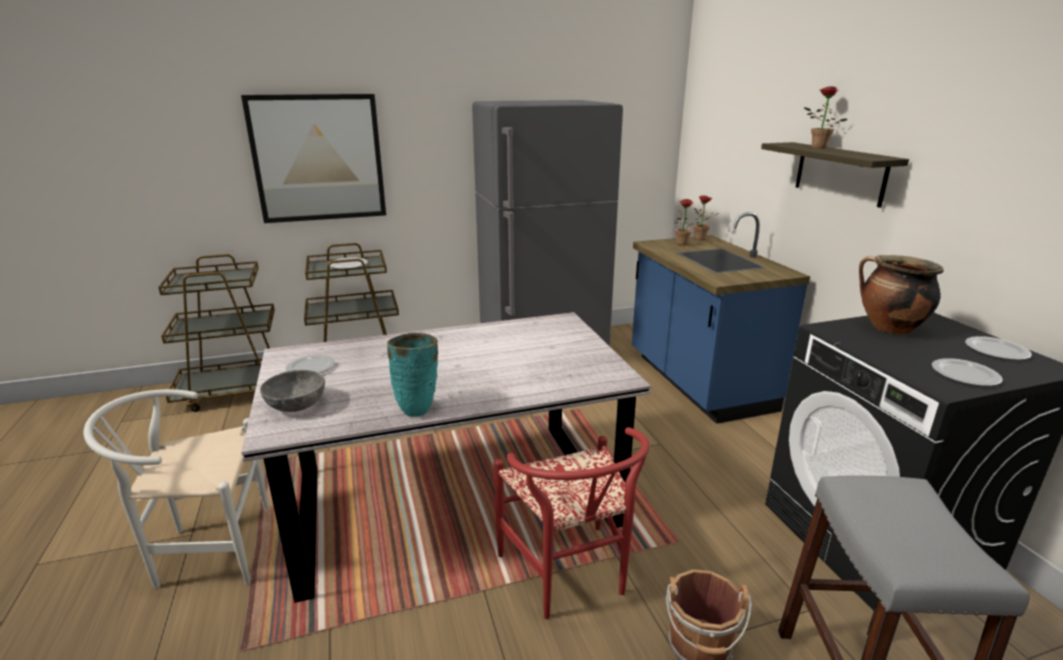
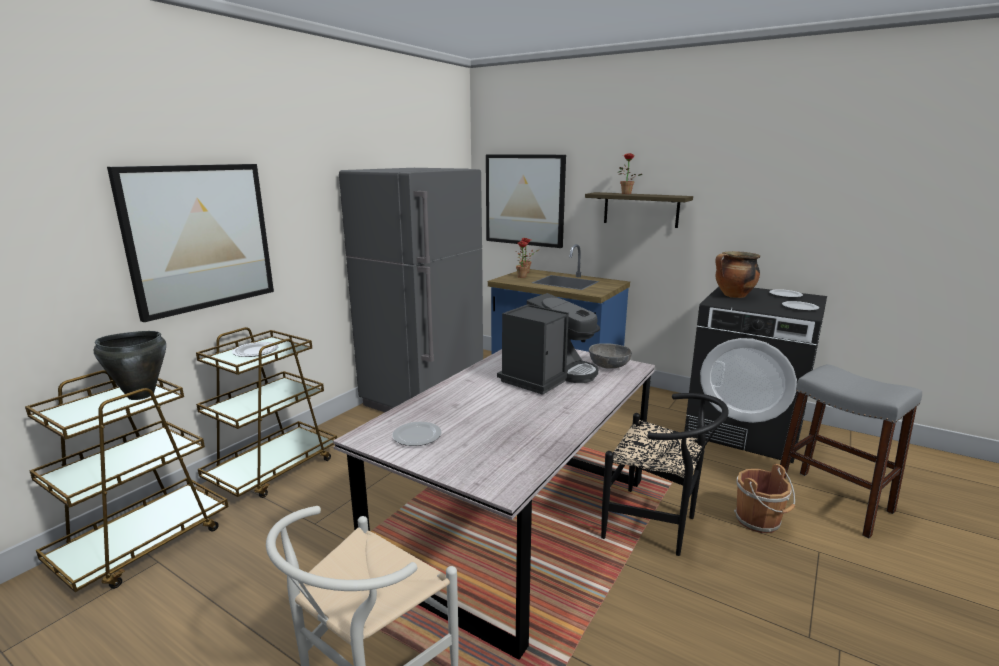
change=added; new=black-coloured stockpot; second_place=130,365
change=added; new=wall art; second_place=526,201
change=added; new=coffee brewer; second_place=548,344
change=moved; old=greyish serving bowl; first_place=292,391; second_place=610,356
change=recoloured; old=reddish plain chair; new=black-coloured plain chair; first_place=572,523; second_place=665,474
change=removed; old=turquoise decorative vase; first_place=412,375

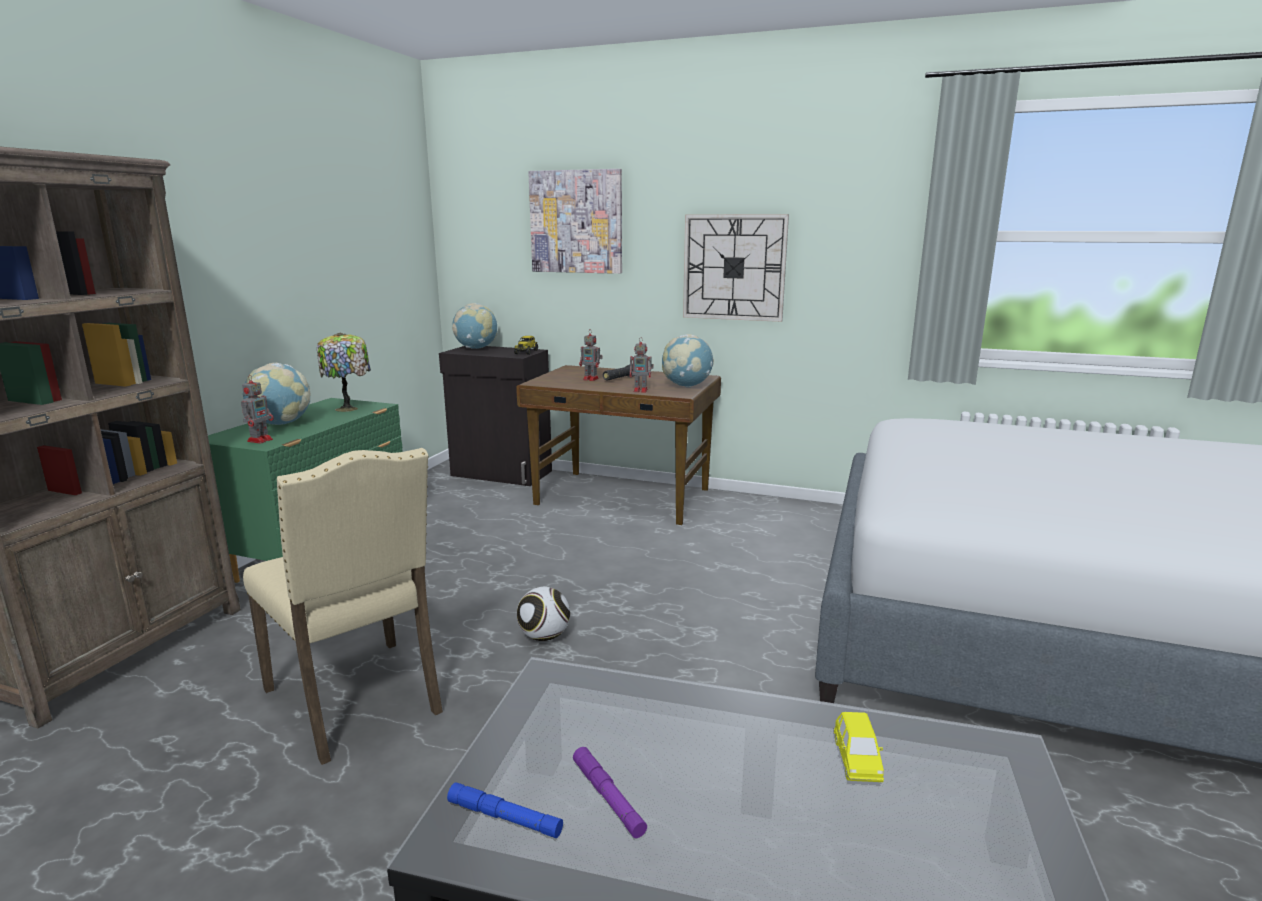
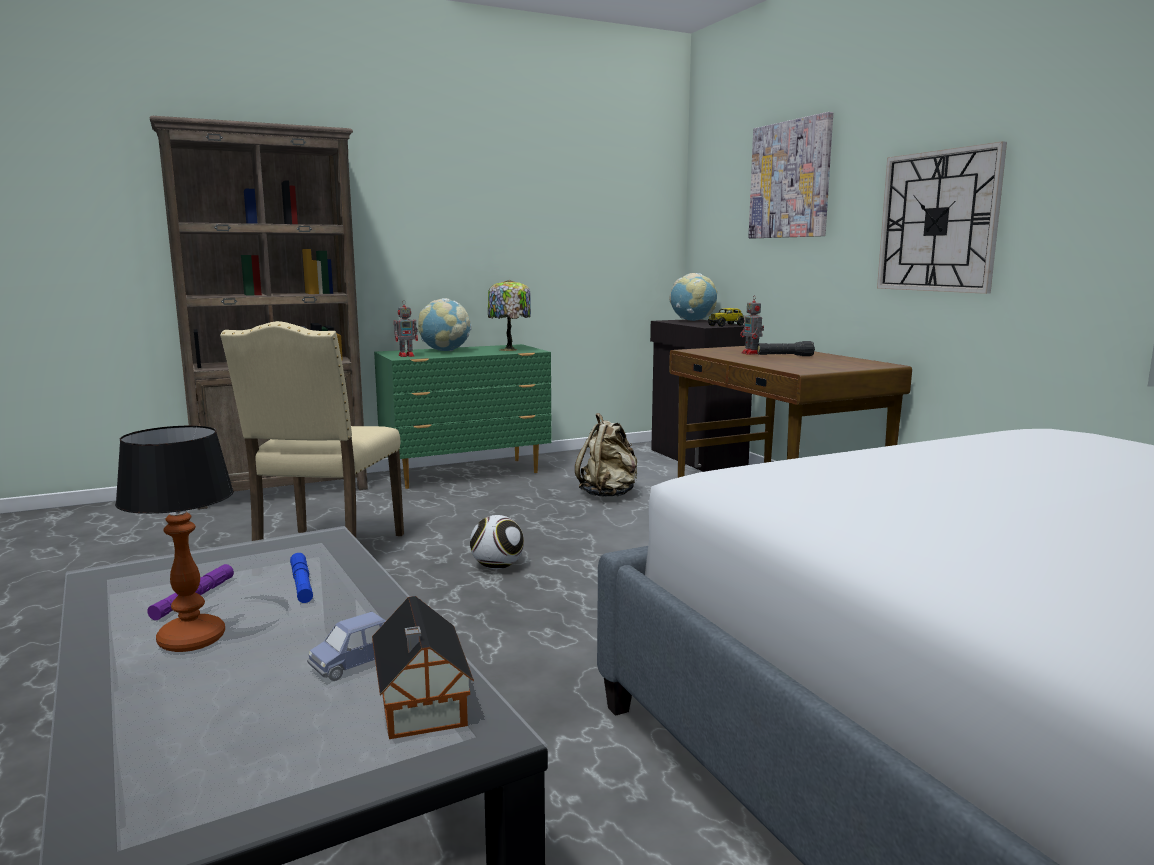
change=added; new=tabletop lamp; second_place=174,539
change=moved; old=blue torch; first_place=505,810; second_place=301,578
change=recoloured; old=yellowish toy car; new=blue toy car; first_place=859,747; second_place=346,646
change=added; new=miniature house; second_place=423,667
change=added; new=beige-coloured backpack; second_place=606,455
change=removed; old=model robot; first_place=642,365
change=removed; old=world globe; first_place=688,360

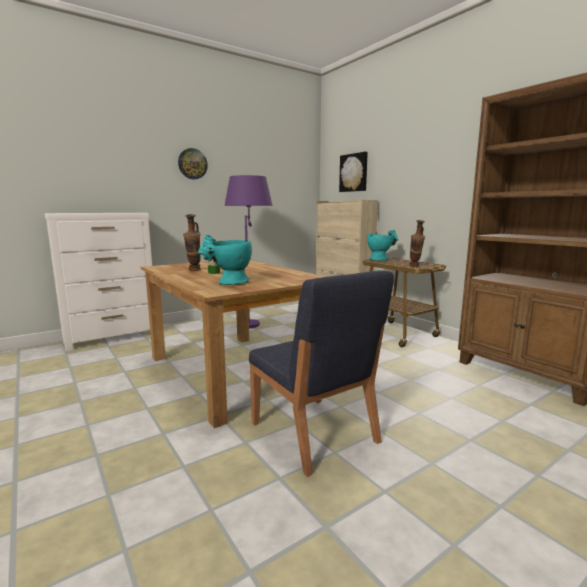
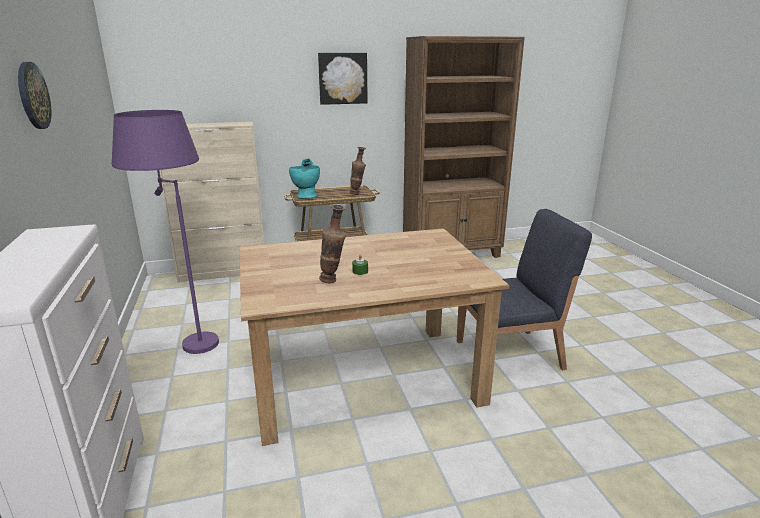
change=moved; old=wall art; first_place=353,172; second_place=343,79
change=removed; old=turquoise decorative vase; first_place=225,260

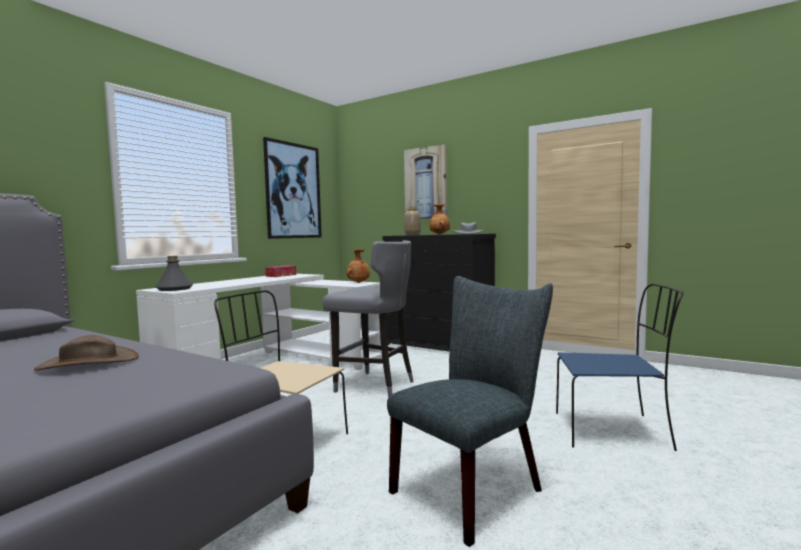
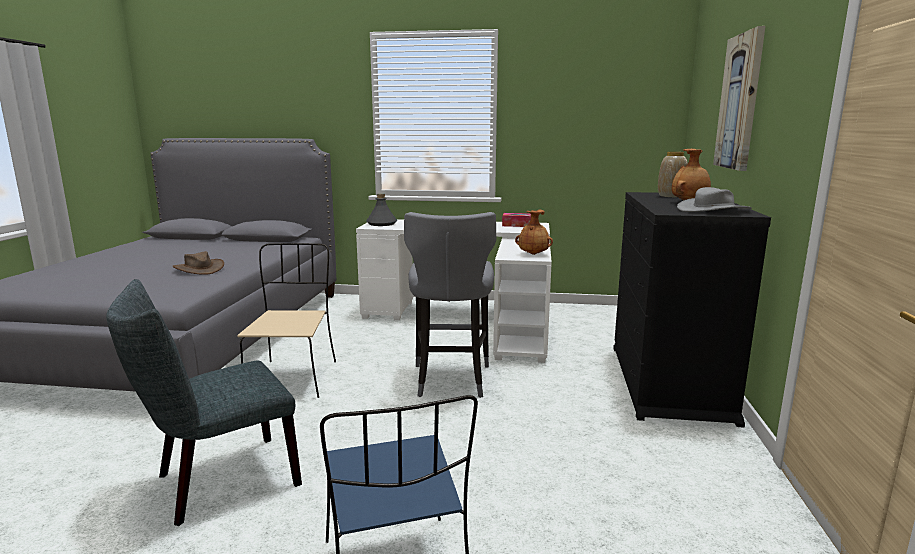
change=turned; old=greyish plain chair; first_place=470,411; second_place=204,402; degrees=120
change=removed; old=wall art; first_place=292,188

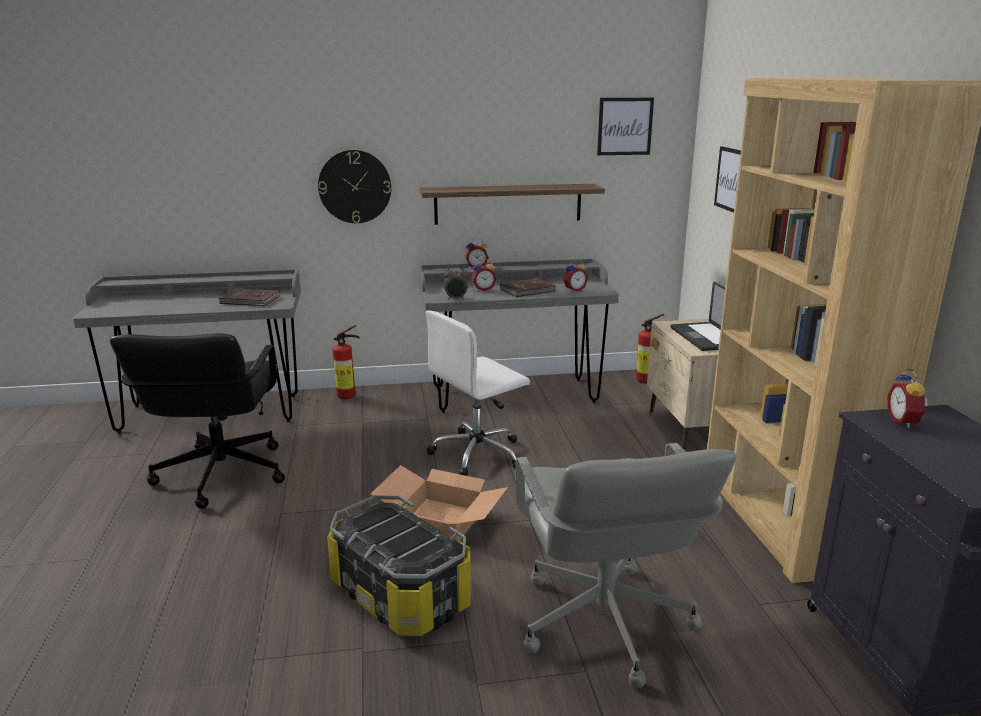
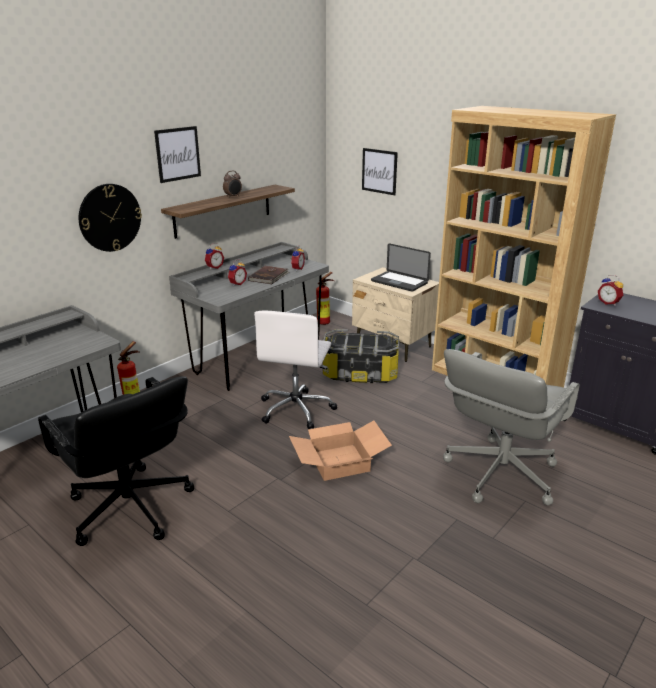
change=moved; old=wall art; first_place=625,126; second_place=177,154
change=moved; old=table clock; first_place=456,282; second_place=232,184
change=moved; old=storage bin; first_place=399,565; second_place=361,356
change=turned; old=greyish desk chair; first_place=625,565; second_place=511,427; degrees=90
change=removed; old=brown-coloured book; first_place=249,297

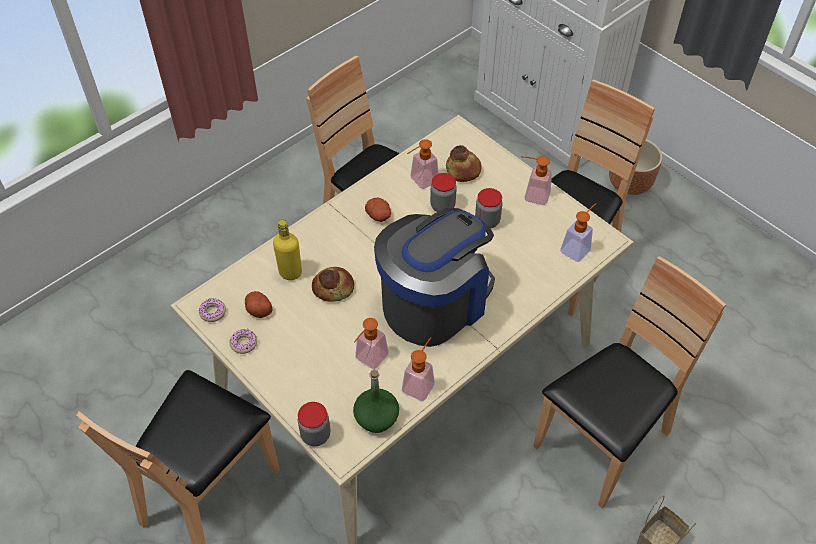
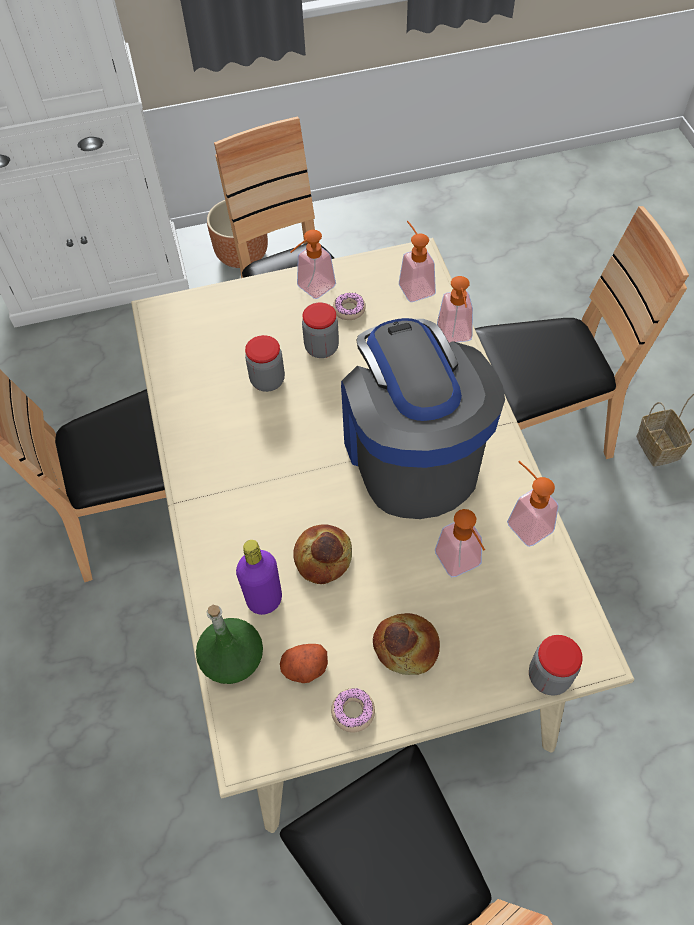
change=moved; old=green beverage bottle; first_place=376,401; second_place=229,644
change=recoloured; old=yellowish beverage bottle; new=purple-coloured beverage bottle; first_place=287,250; second_place=259,577
change=moved; old=ring doughnut; first_place=212,310; second_place=349,306
change=moved; old=bread; first_place=464,163; second_place=406,644
change=moved; old=liquid soap bottle; first_place=423,164; second_place=455,309
change=turned; old=brown-coloured plain chair; first_place=629,382; second_place=582,332; degrees=90
change=removed; old=whole potato; first_place=378,210

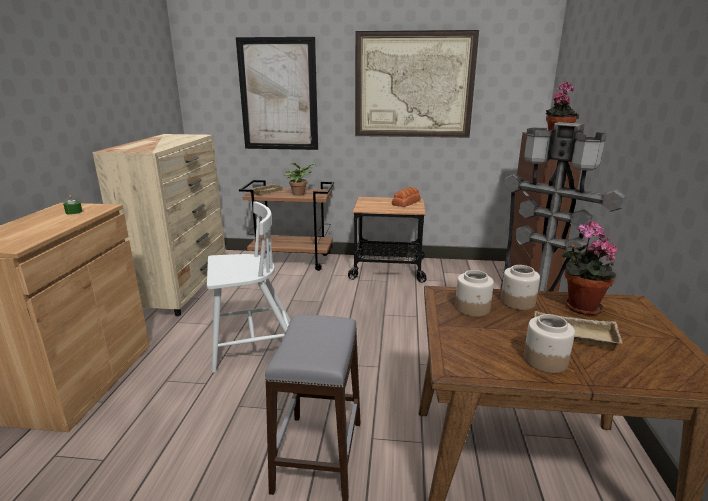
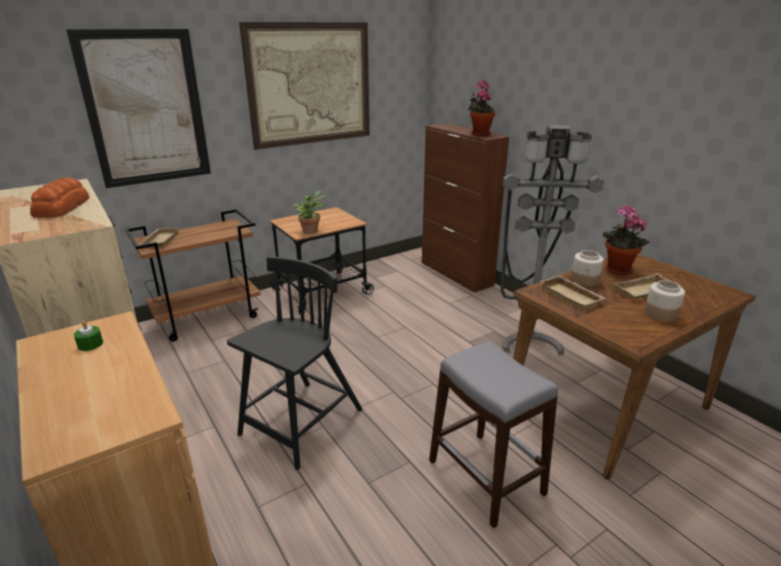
change=moved; old=bread; first_place=406,197; second_place=59,198
change=recoloured; old=whitish plain chair; new=black-coloured plain chair; first_place=248,287; second_place=294,363
change=moved; old=houseplant; first_place=299,179; second_place=308,212
change=replaced; old=jar; new=beige-coloured serving tray; first_place=474,293; second_place=573,293

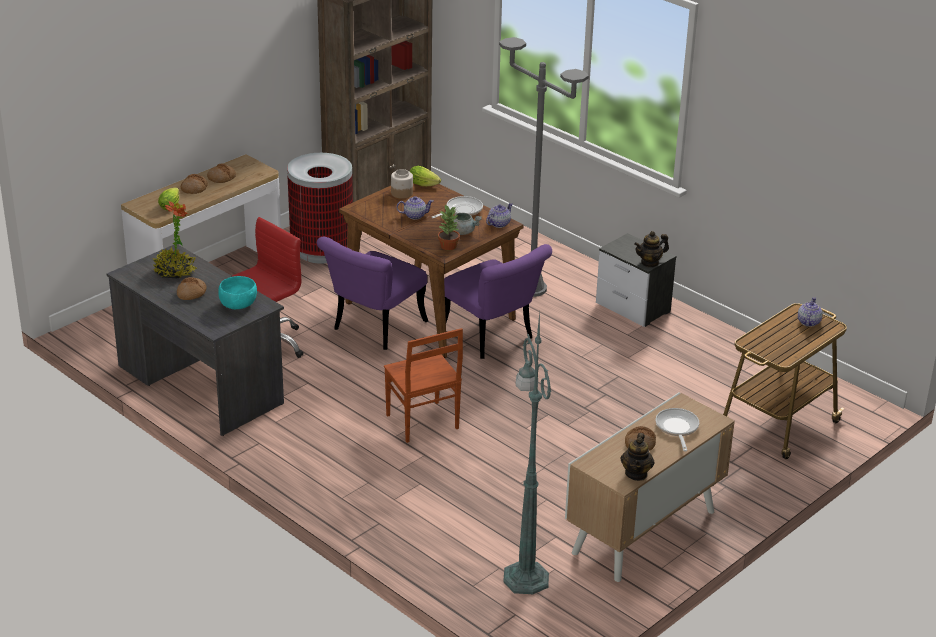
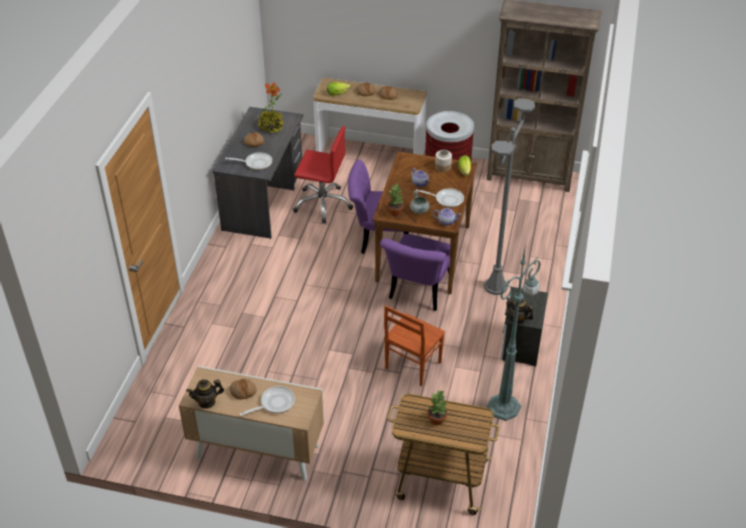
change=replaced; old=turquoise serving bowl; new=pan; first_place=237,292; second_place=248,161
change=moved; old=brown-coloured plain chair; first_place=423,385; second_place=414,345
change=added; new=houseplant; second_place=437,408
change=moved; old=green floor lamp; first_place=527,453; second_place=514,332
change=removed; old=tea pot; first_place=810,312

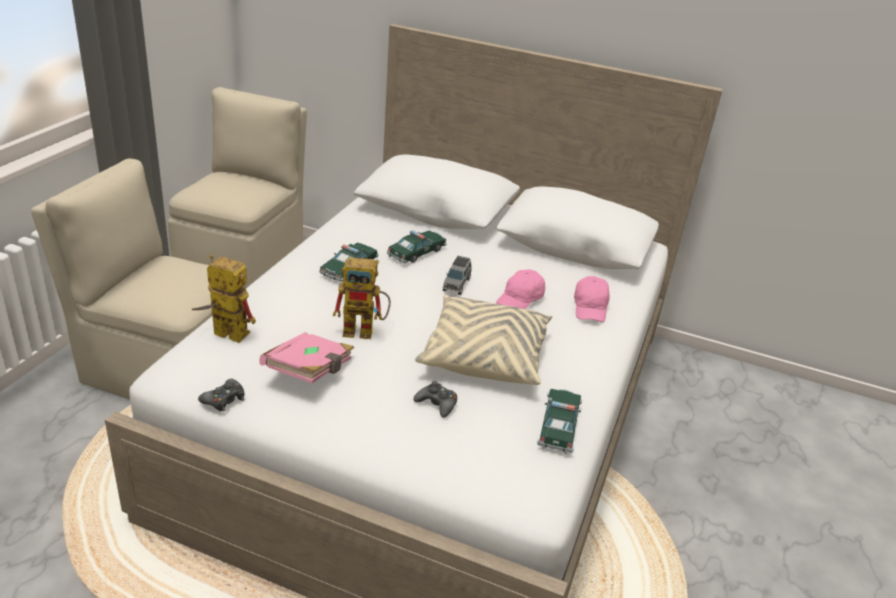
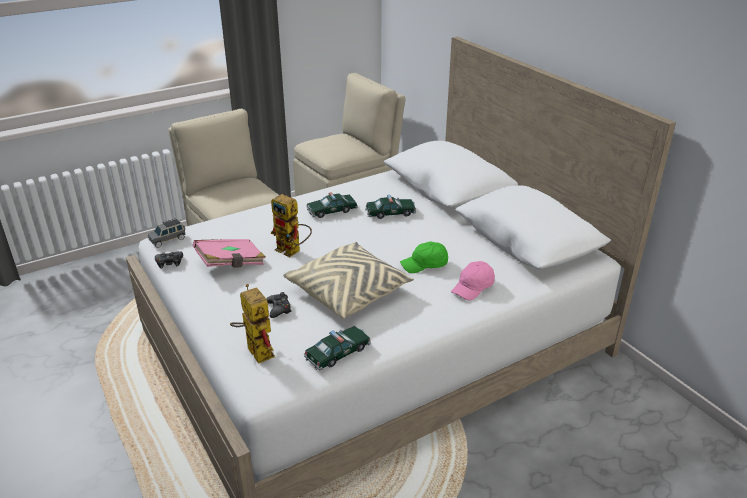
change=moved; old=greyish toy car; first_place=457,275; second_place=167,233
change=moved; old=model robot; first_place=224,299; second_place=252,324
change=recoloured; old=pink-coloured baseball cap; new=green baseball cap; first_place=520,289; second_place=424,257

